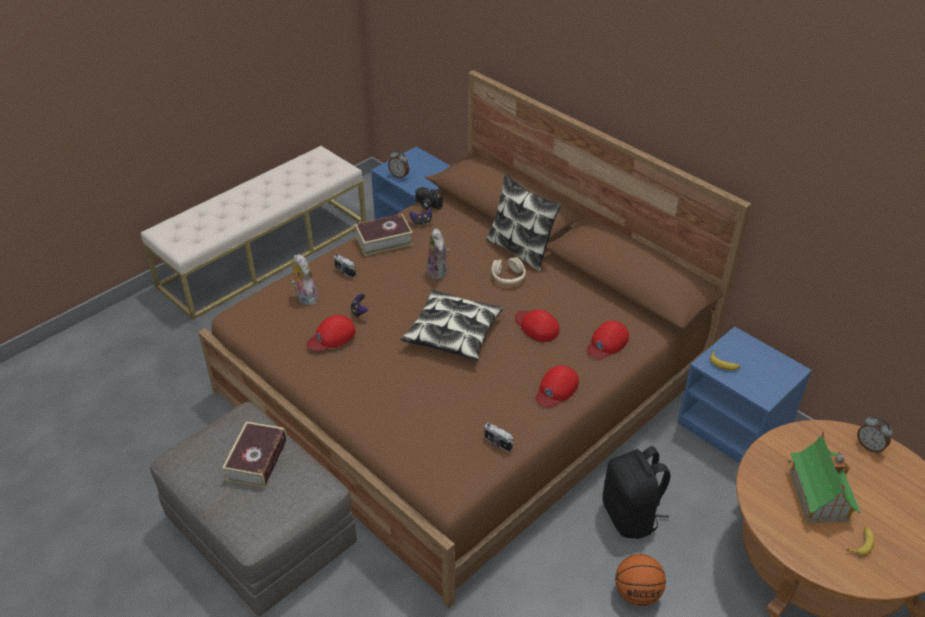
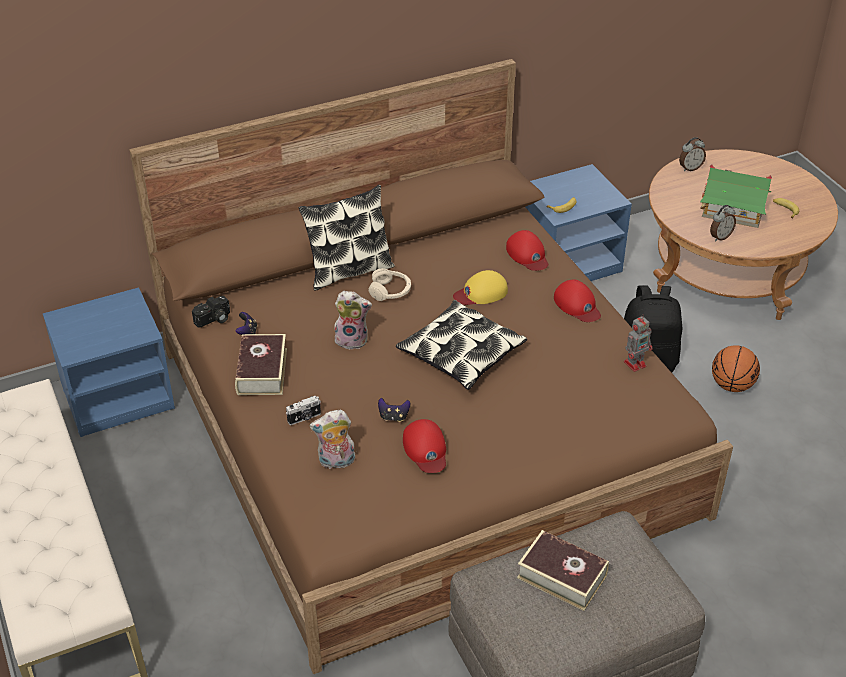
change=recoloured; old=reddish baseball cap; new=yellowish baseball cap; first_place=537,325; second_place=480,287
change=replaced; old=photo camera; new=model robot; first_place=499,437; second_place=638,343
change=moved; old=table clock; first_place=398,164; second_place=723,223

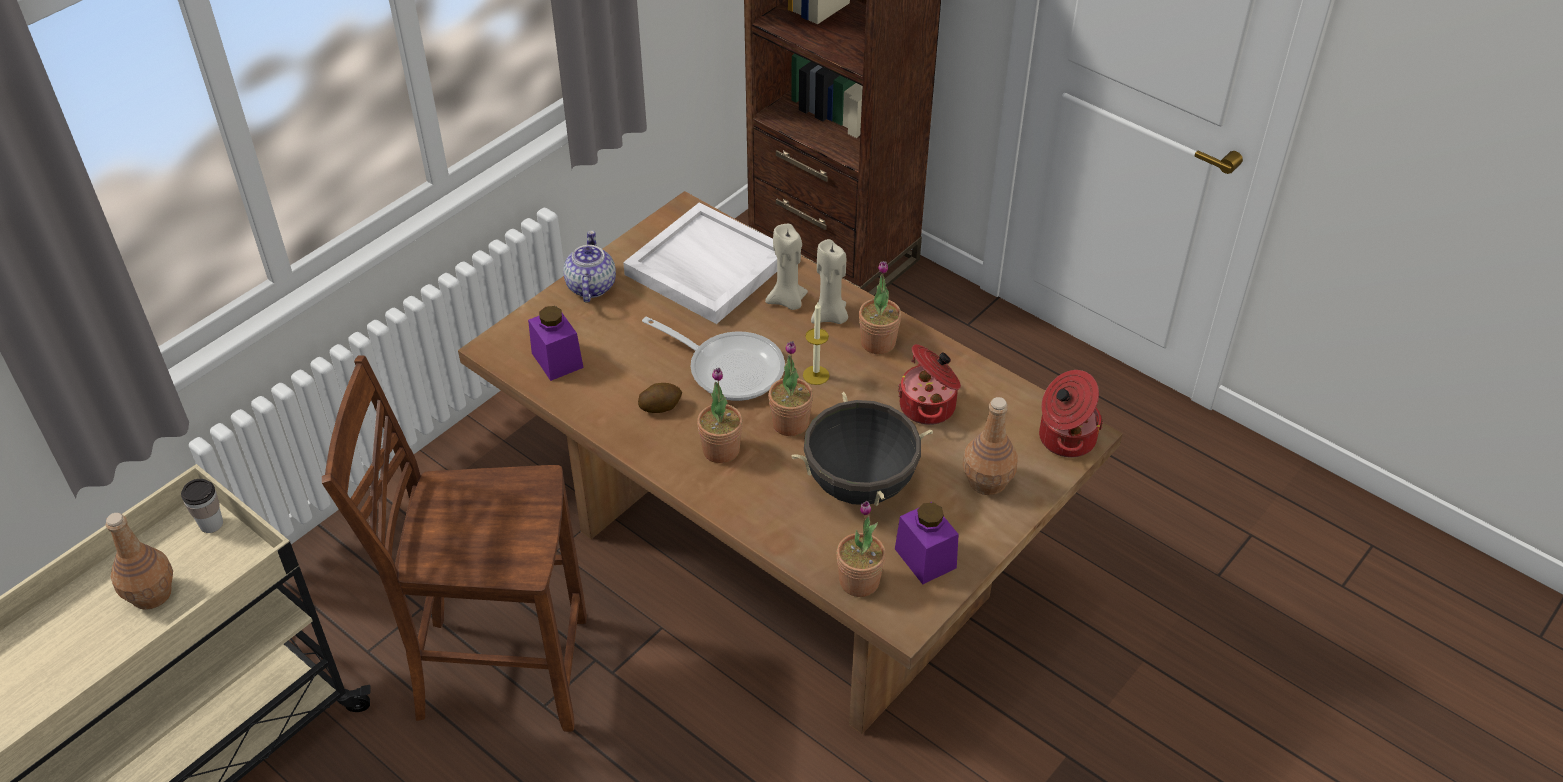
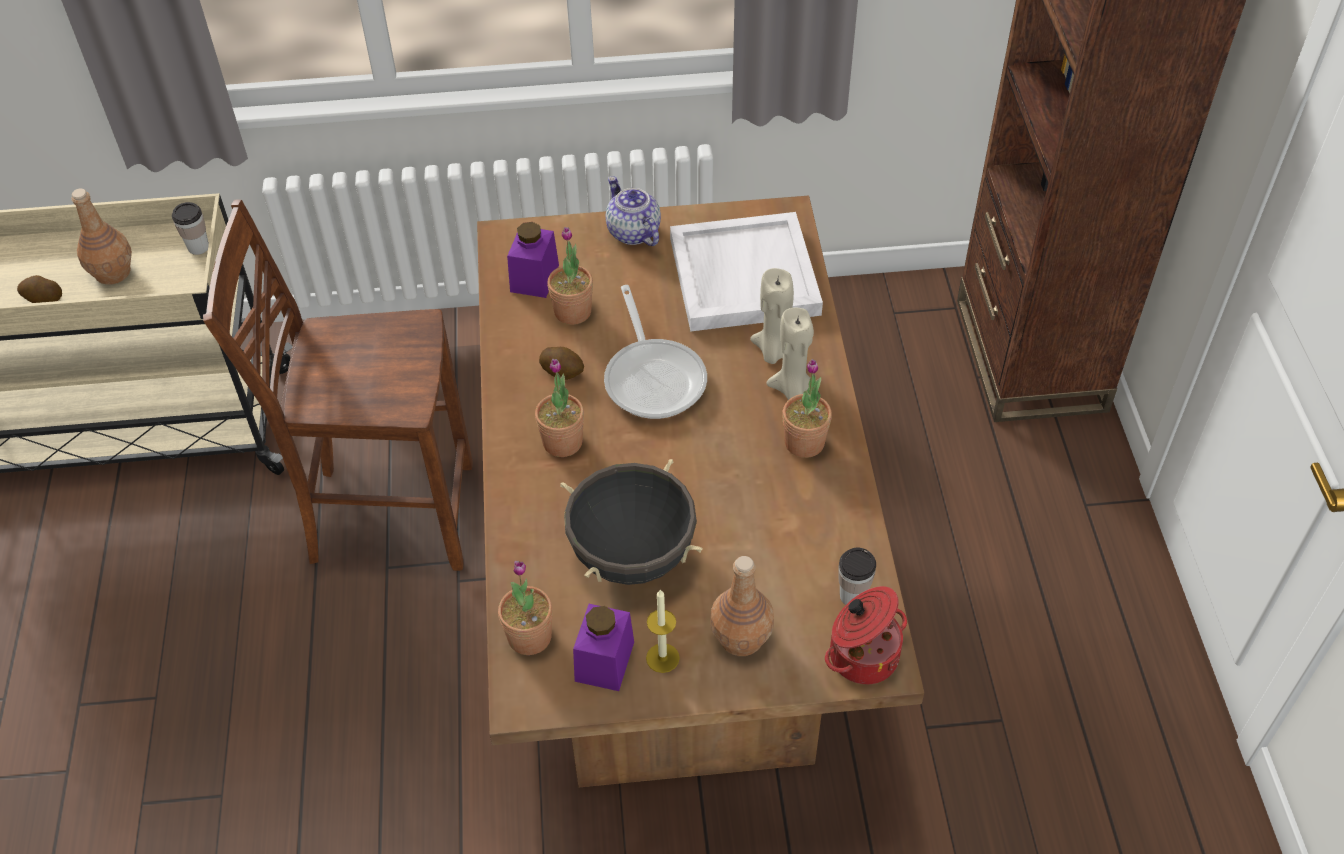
change=added; new=whole potato; second_place=39,289
change=turned; old=brown-coloured plain chair; first_place=454,543; second_place=338,385; degrees=-45
change=moved; old=houseplant; first_place=790,388; second_place=570,276
change=turned; old=tea pot; first_place=589,267; second_place=633,211; degrees=-75
change=moved; old=wax candle; first_place=816,343; second_place=663,631
change=added; new=small cup; second_place=857,576
change=removed; old=stockpot; first_place=929,384

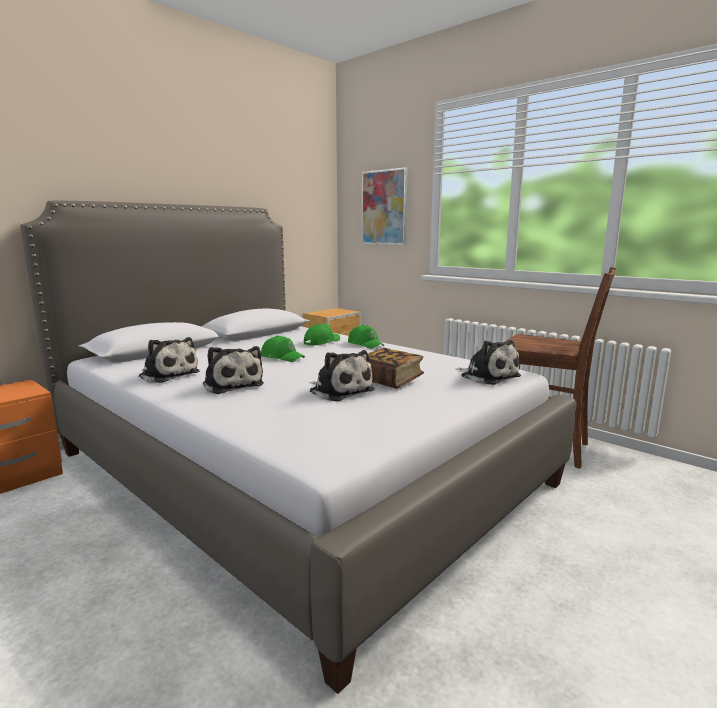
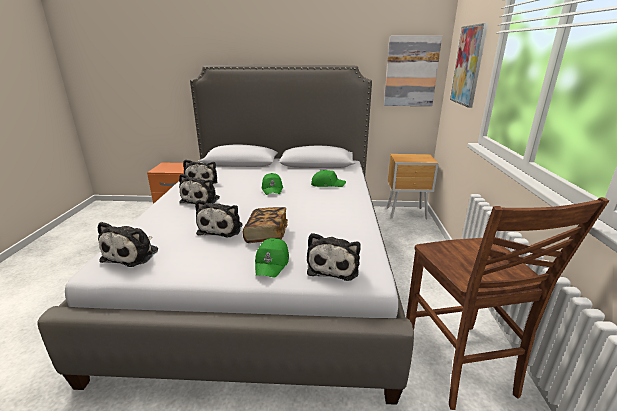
change=added; new=soft toy; second_place=128,244
change=moved; old=green baseball cap; first_place=366,337; second_place=272,257
change=added; new=wall art; second_place=413,71

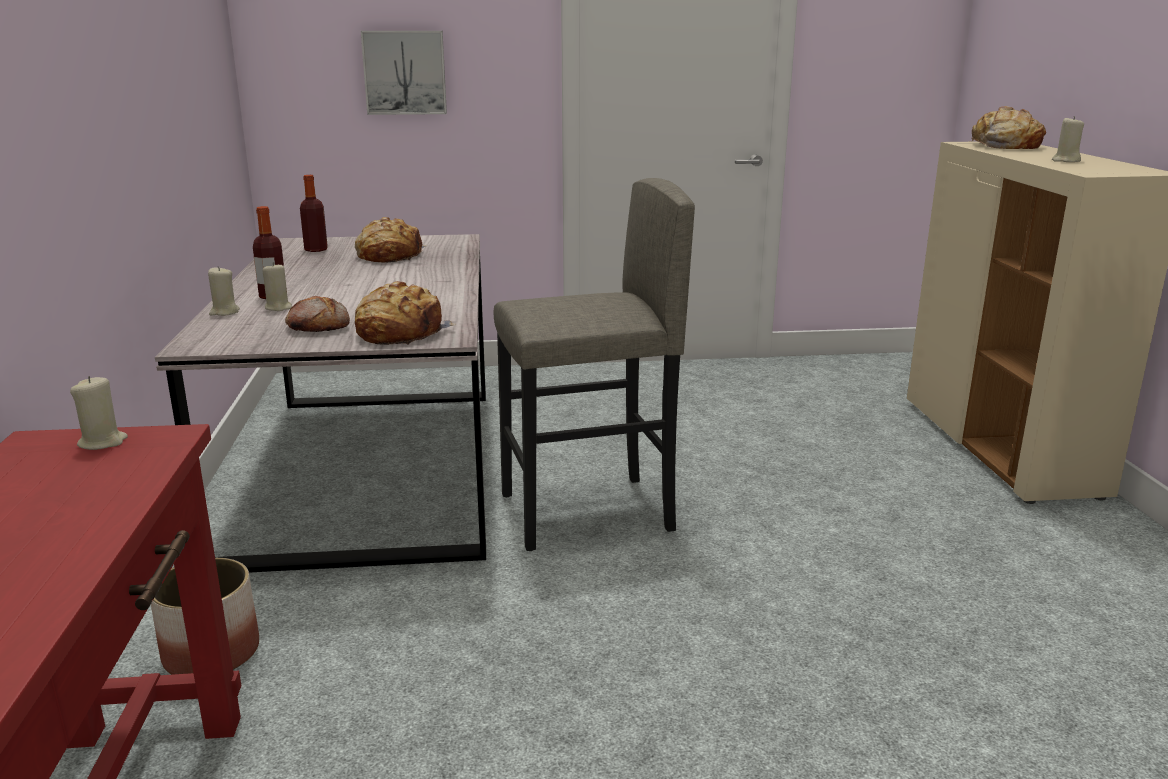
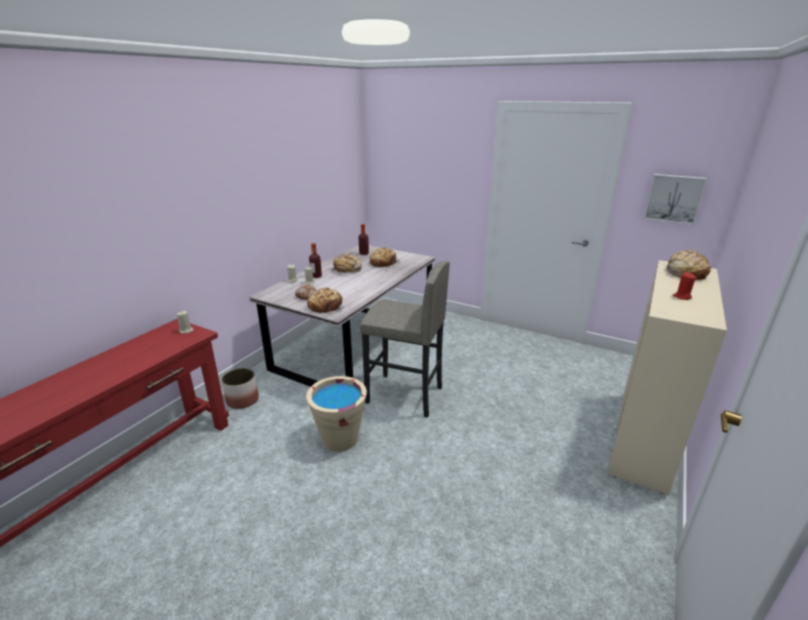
change=added; new=beige-coloured bucket; second_place=336,414
change=added; new=bread; second_place=346,264
change=moved; old=wall art; first_place=404,73; second_place=675,199
change=recoloured; old=beige-coloured wax candle; new=reddish wax candle; first_place=1068,139; second_place=684,286

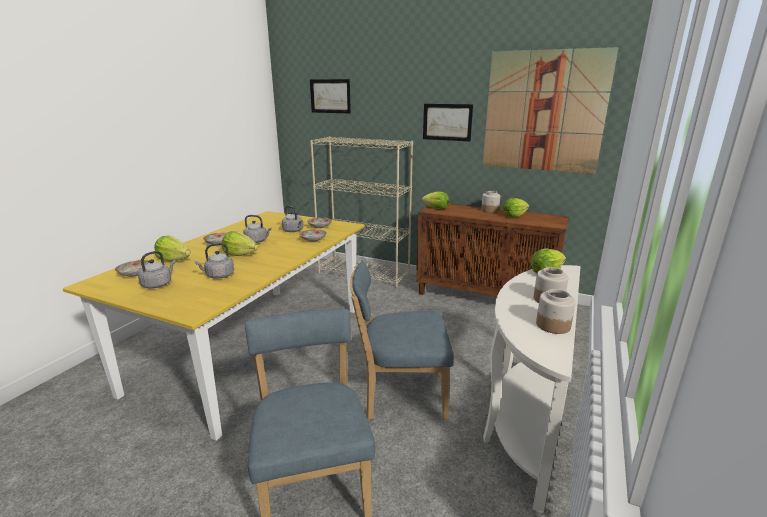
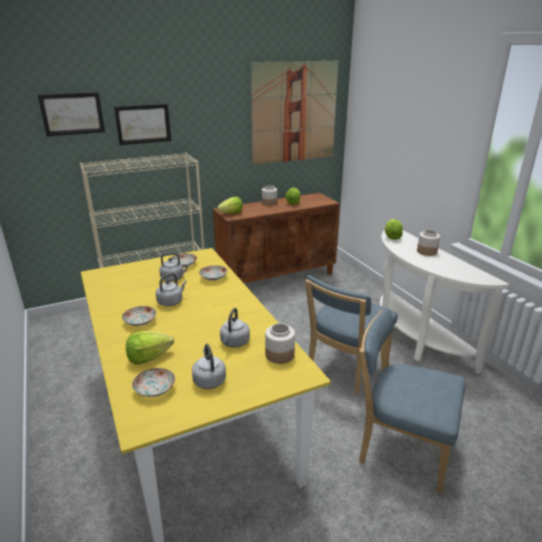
change=moved; old=wall art; first_place=448,122; second_place=142,124
change=moved; old=jar; first_place=556,311; second_place=280,343
change=removed; old=lettuce; first_place=240,243

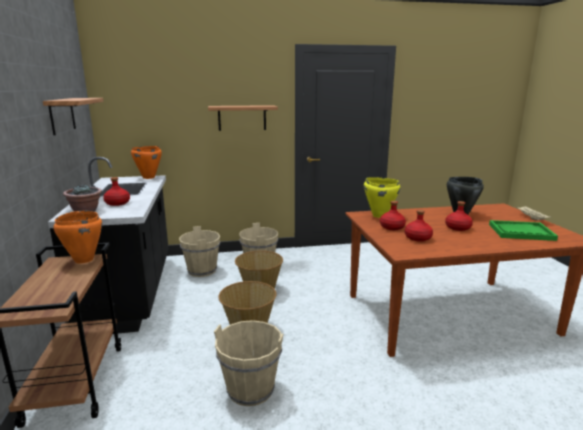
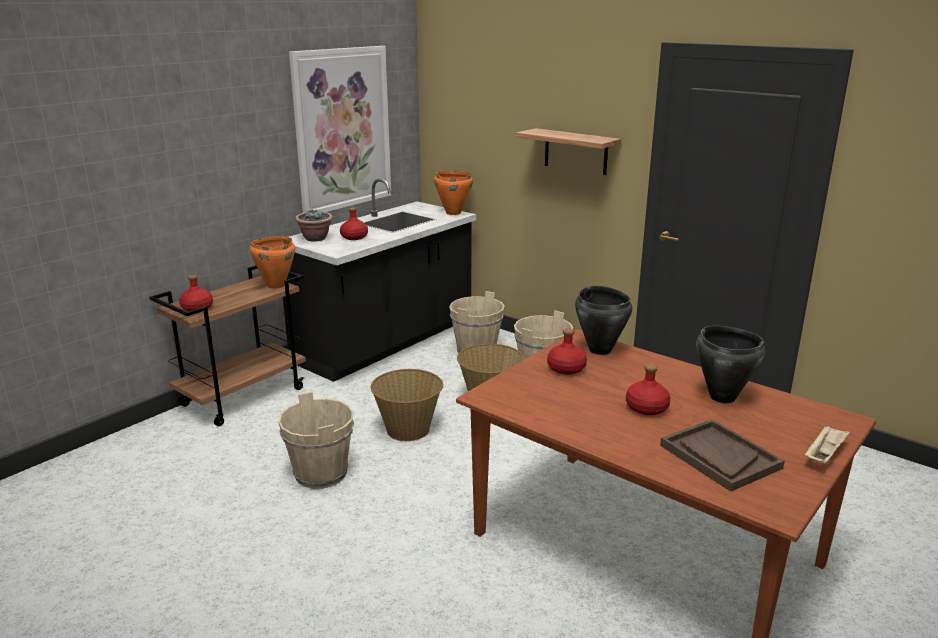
change=moved; old=reddish beverage bottle; first_place=419,226; second_place=196,293
change=replaced; old=wall shelf; new=wall art; first_place=73,116; second_place=340,129
change=recoloured; old=yellowish stockpot; new=black-coloured stockpot; first_place=382,197; second_place=603,320
change=recoloured; old=green serving tray; new=brown-coloured serving tray; first_place=523,230; second_place=722,455

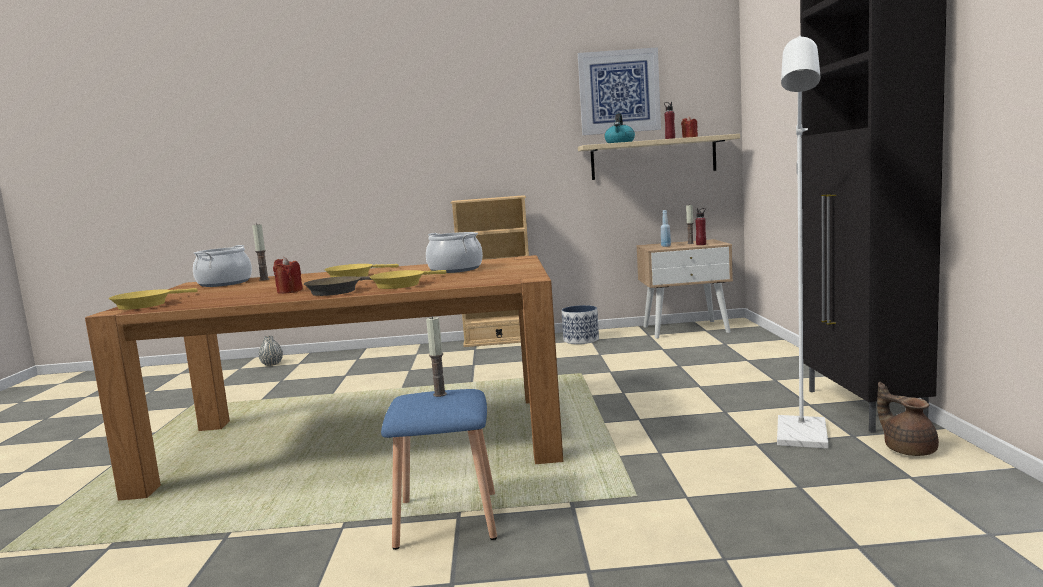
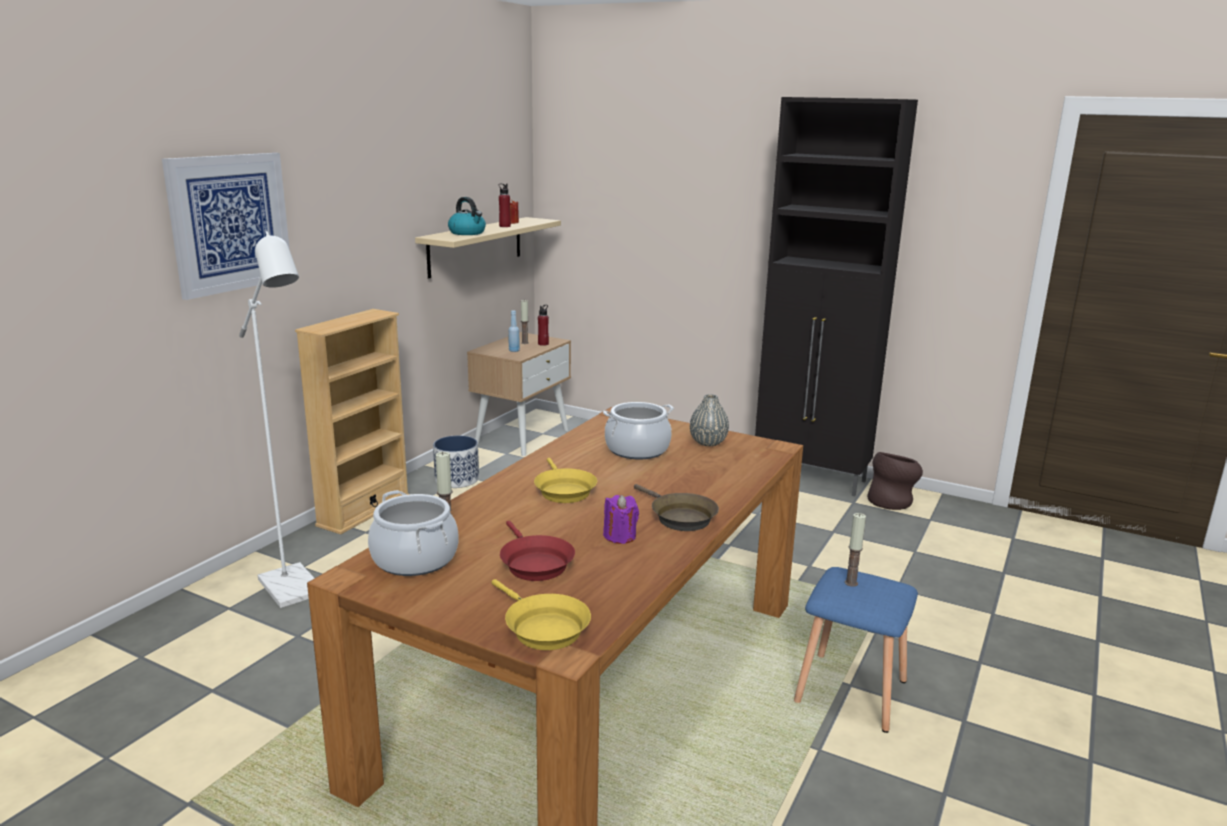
change=moved; old=wall art; first_place=619,91; second_place=226,226
change=moved; old=whitish floor lamp; first_place=802,242; second_place=276,419
change=added; new=reddish pan; second_place=537,551
change=recoloured; old=reddish wax candle; new=purple-coloured wax candle; first_place=288,275; second_place=621,519
change=moved; old=greyish decorative vase; first_place=271,351; second_place=709,420
change=replaced; old=brown-coloured tea pot; new=brown-coloured decorative vase; first_place=908,419; second_place=895,481
change=removed; old=yellowish pan; first_place=408,279

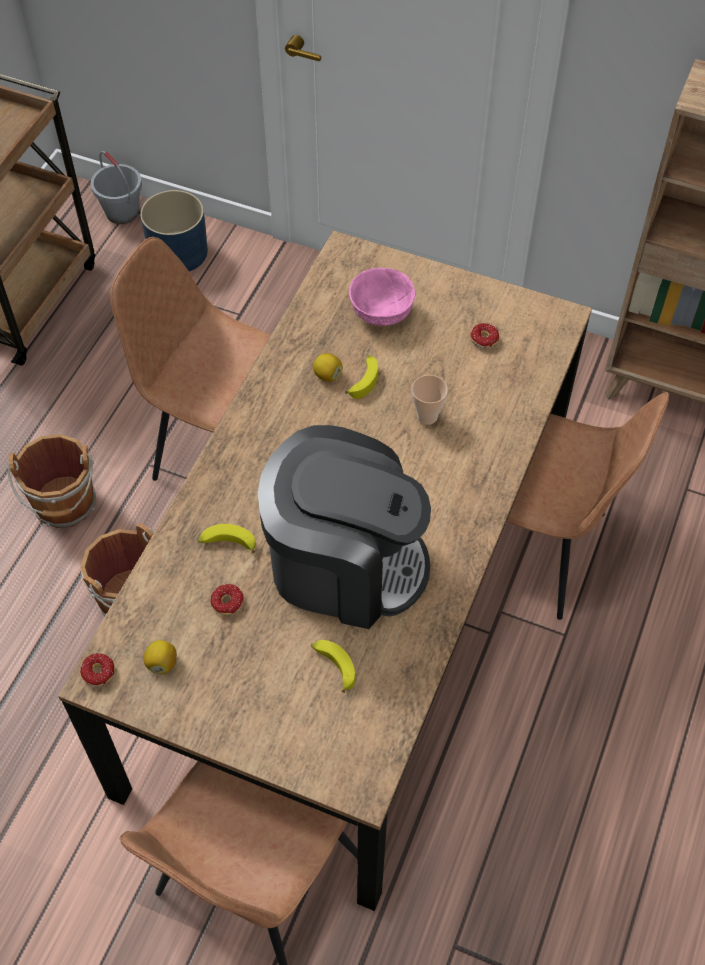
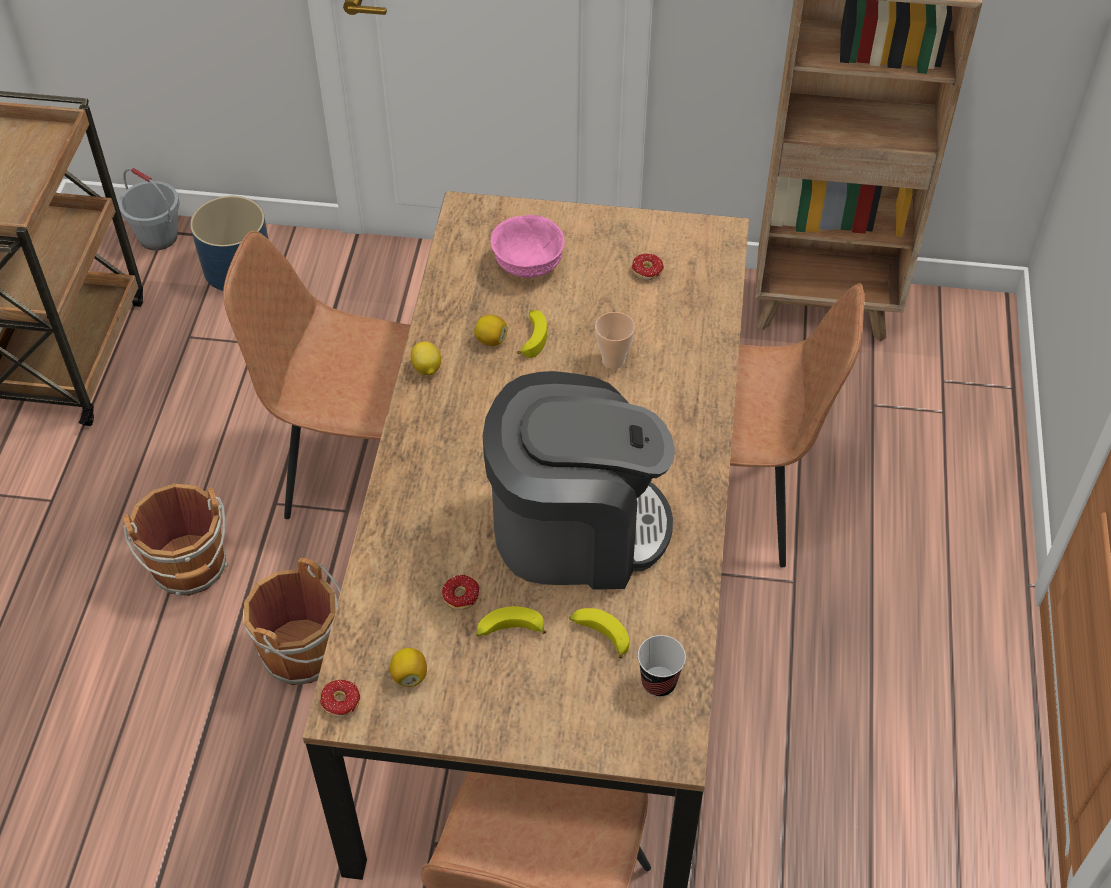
change=added; new=lemon; second_place=426,358
change=moved; old=banana; first_place=227,538; second_place=511,621
change=added; new=small cup; second_place=662,666

